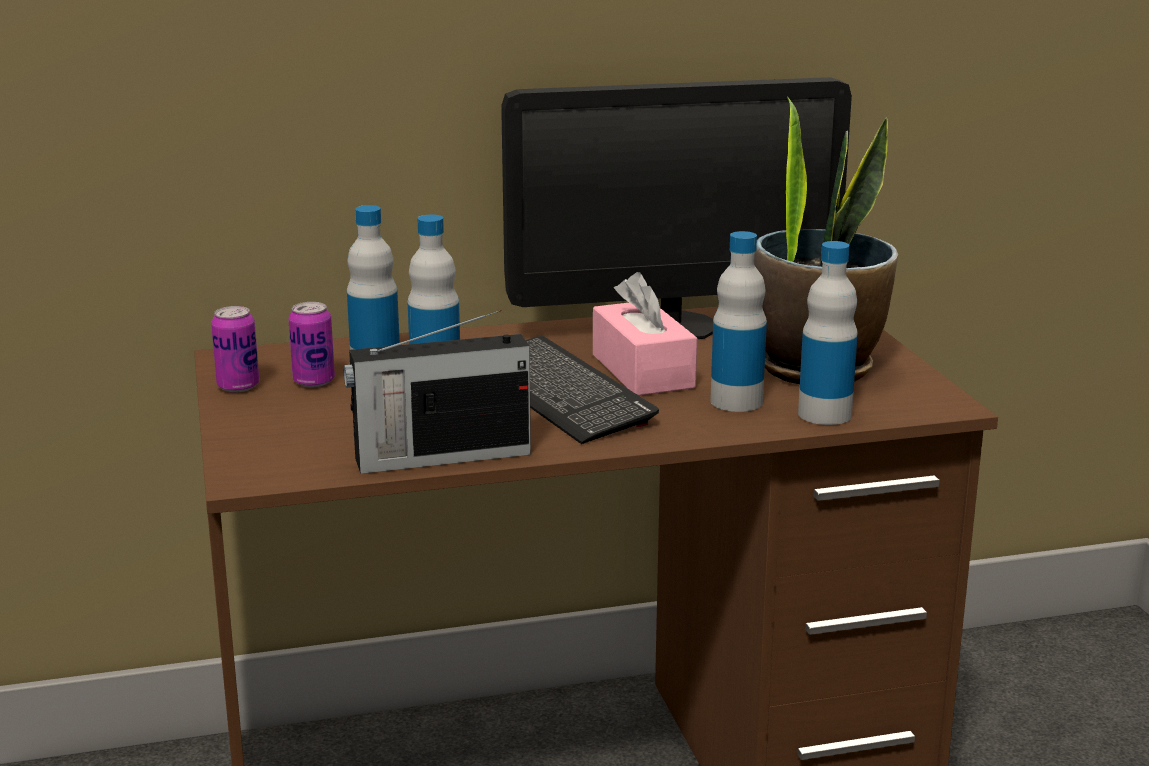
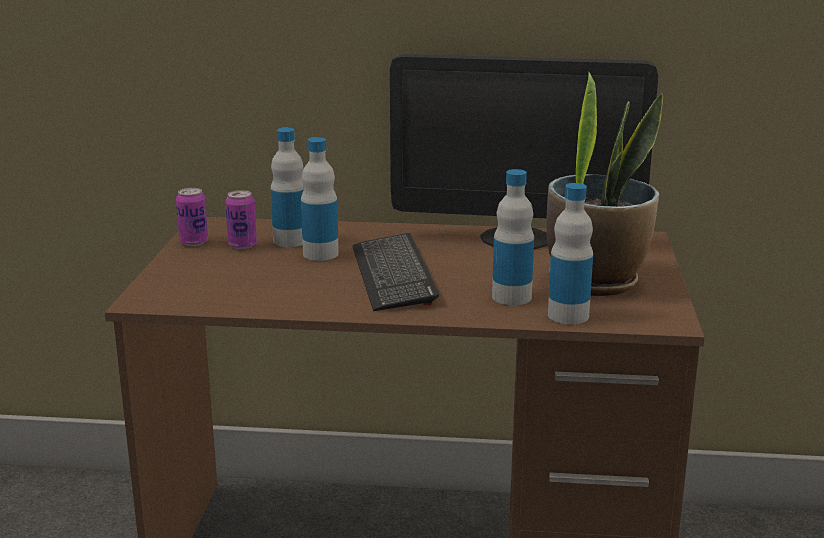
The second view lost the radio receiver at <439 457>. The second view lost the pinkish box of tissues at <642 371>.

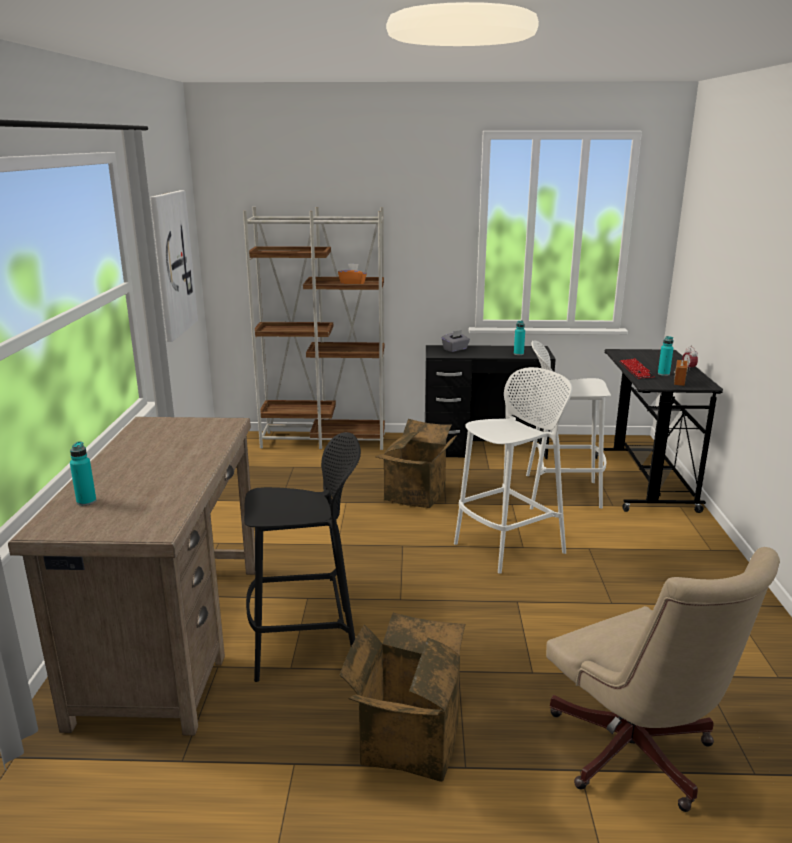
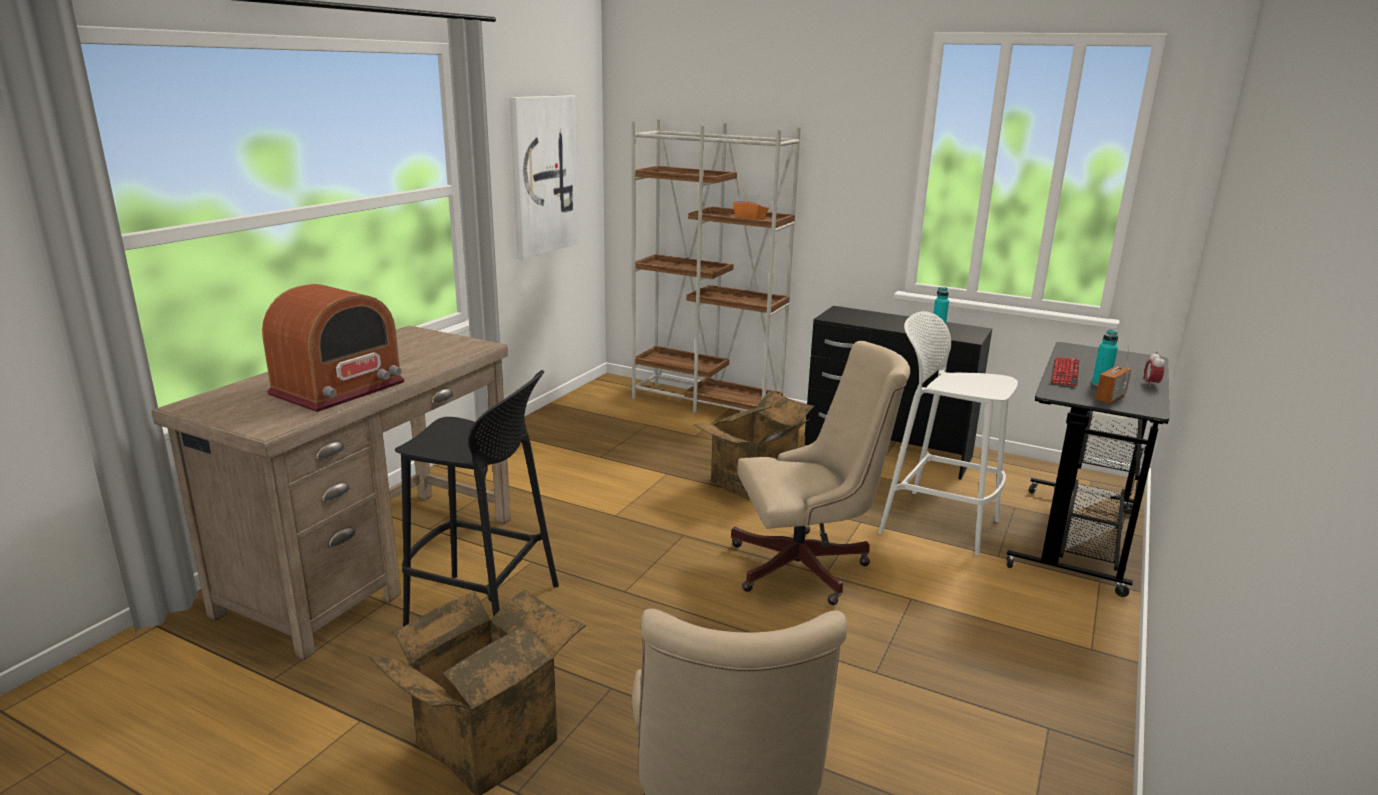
The second view lost the blue-green beverage bottle at <86 501>. The second view lost the grey box of tissues at <455 349>. Where the whitish stool seat stood at <508 545>, the beige-coloured office chair came to stand at <808 567>. The second view gained the radio receiver at <338 388>.

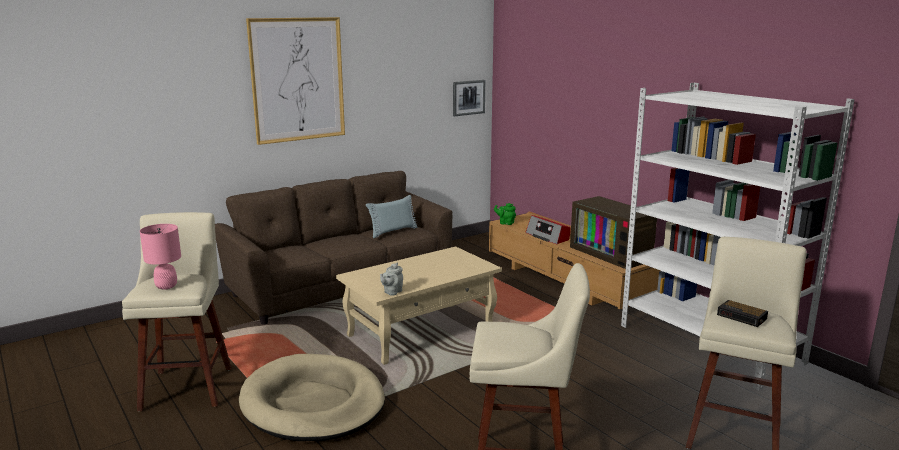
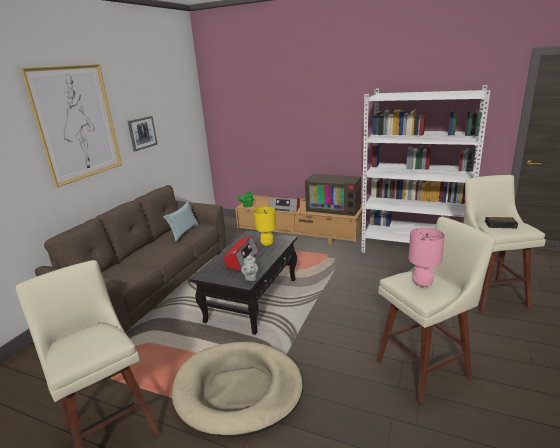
The pinkish lamp for a table ended up elsewhere, having gone from <165 287> to <421 284>. What was the beige-coloured coffee table at <421 332> turned into the black coffee table at <253 299>. The wall art ended up elsewhere, having gone from <468 97> to <142 133>. The second view gained the radio receiver at <242 259>. The second view gained the yellowish lamp for a table at <267 244>.

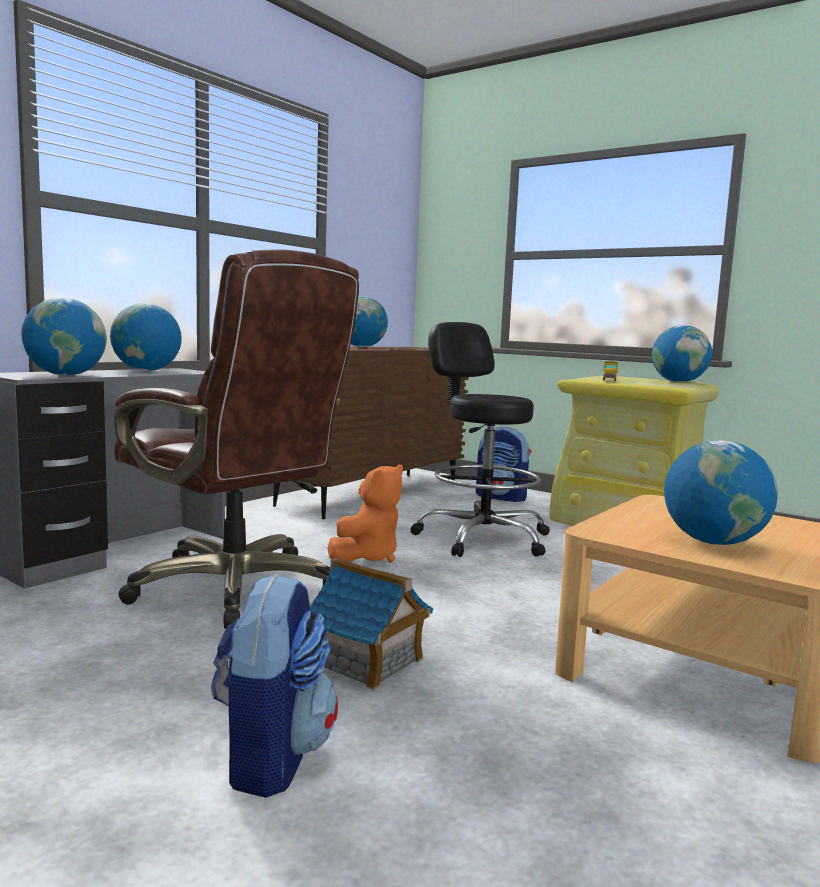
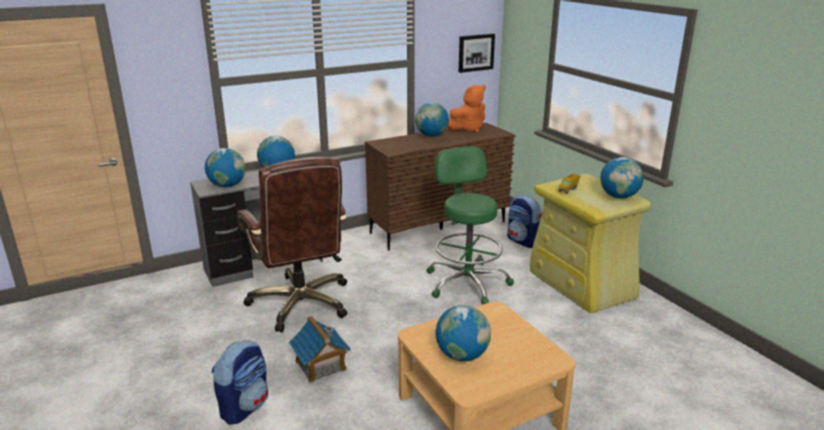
The orangey plush toy ended up elsewhere, having gone from <367 556> to <468 129>. What was the black stool seat at <481 537> turned into the green stool seat at <466 282>. The second view gained the wall art at <475 52>.

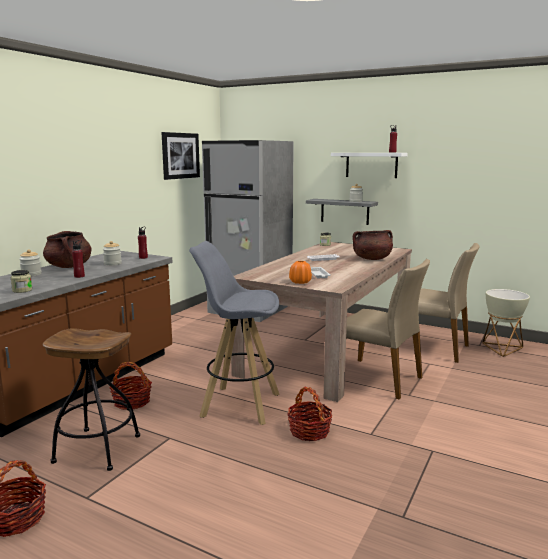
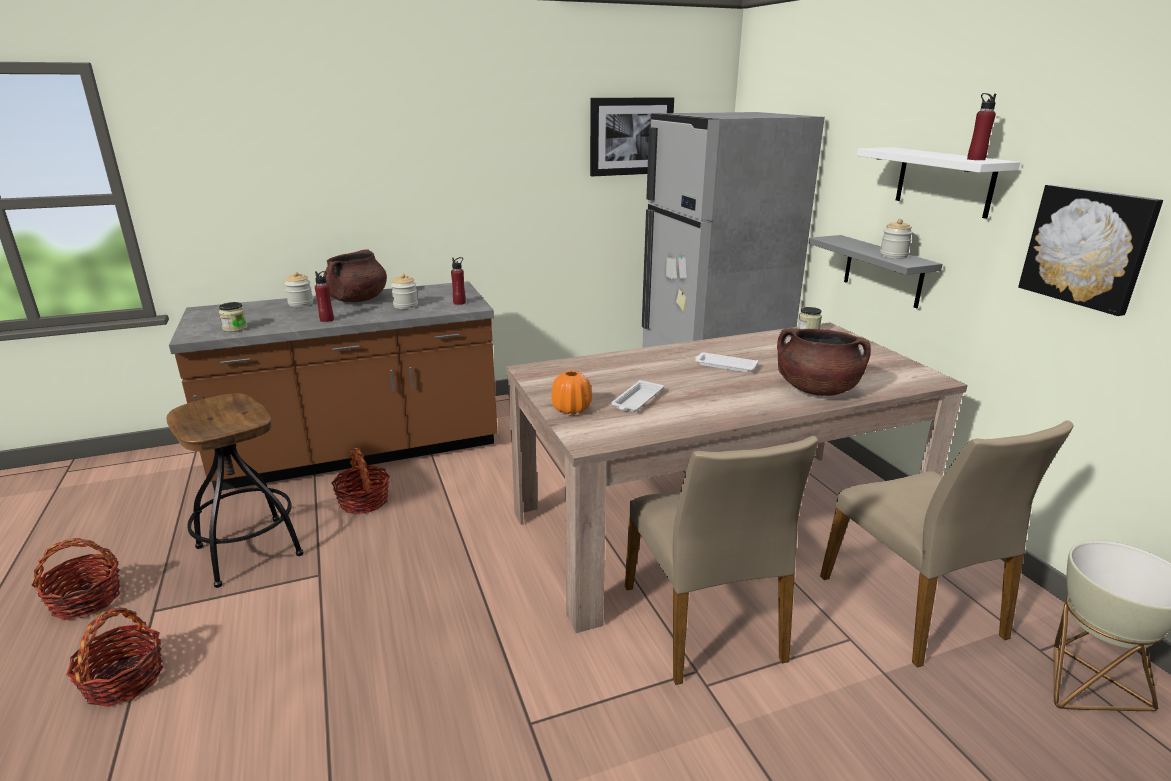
The second view lost the grey stool seat at <238 404>. The basket ended up elsewhere, having gone from <309 431> to <124 680>. The second view gained the wall art at <1088 247>.

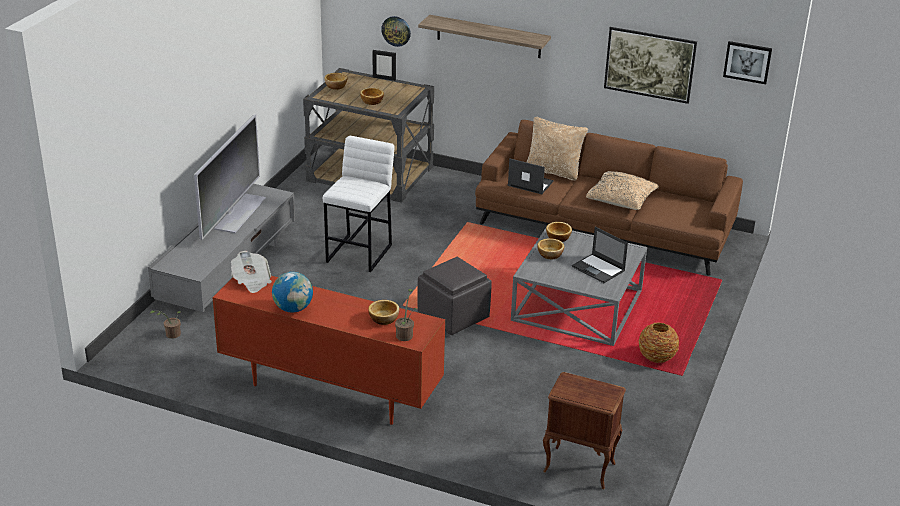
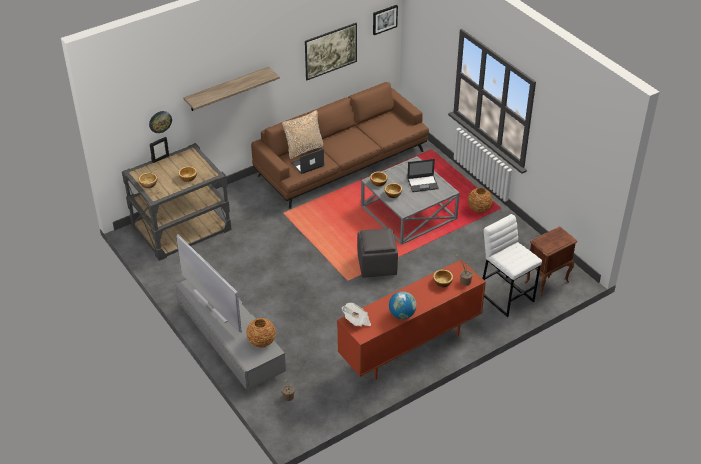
The whitish stool seat ended up elsewhere, having gone from <360 252> to <506 296>. The second view lost the beige-coloured pillow at <621 198>. The second view gained the vase at <261 341>.

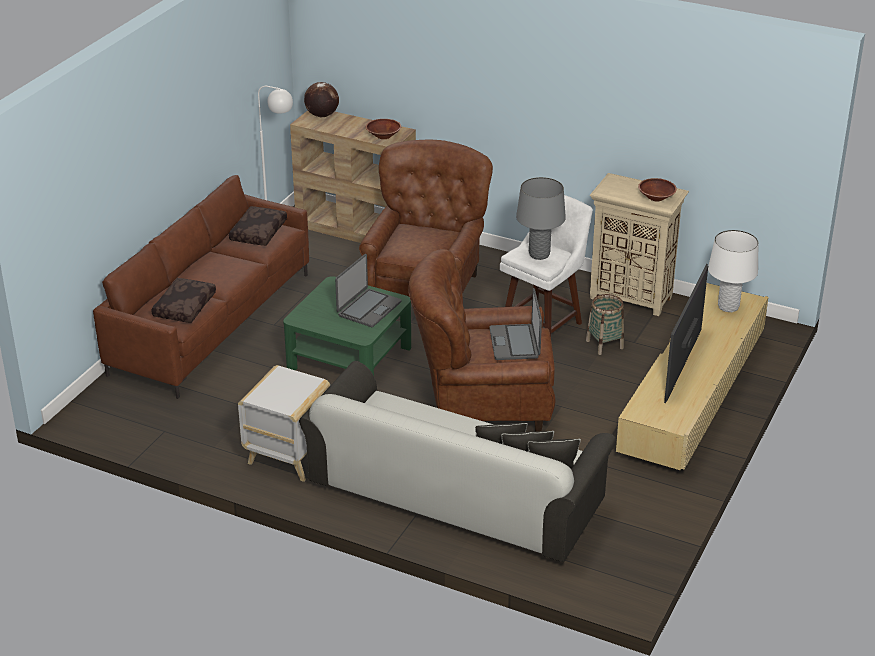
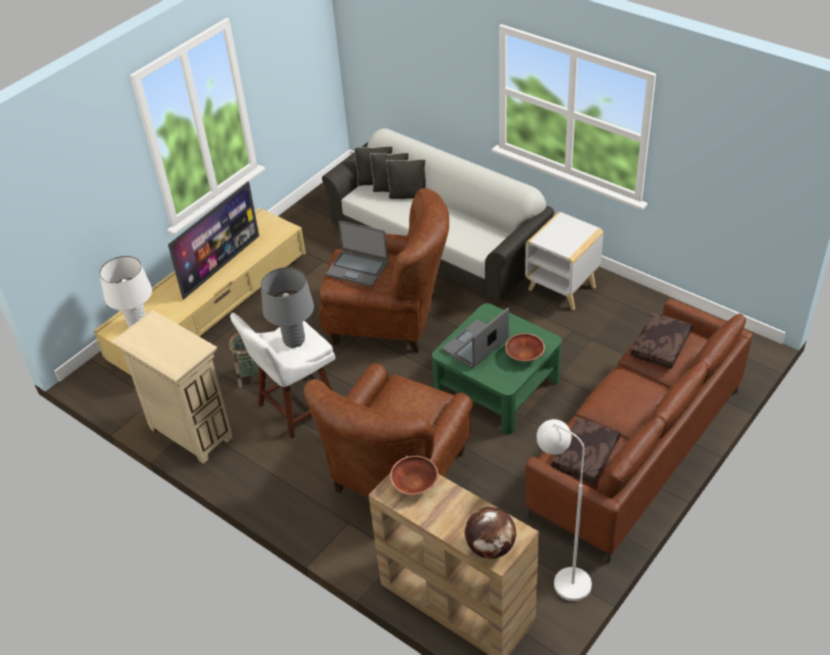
The laptop at <515 343> ended up facing another way, 105 degrees clockwise from before. The brown-coloured serving bowl ended up elsewhere, having gone from <656 197> to <525 355>.

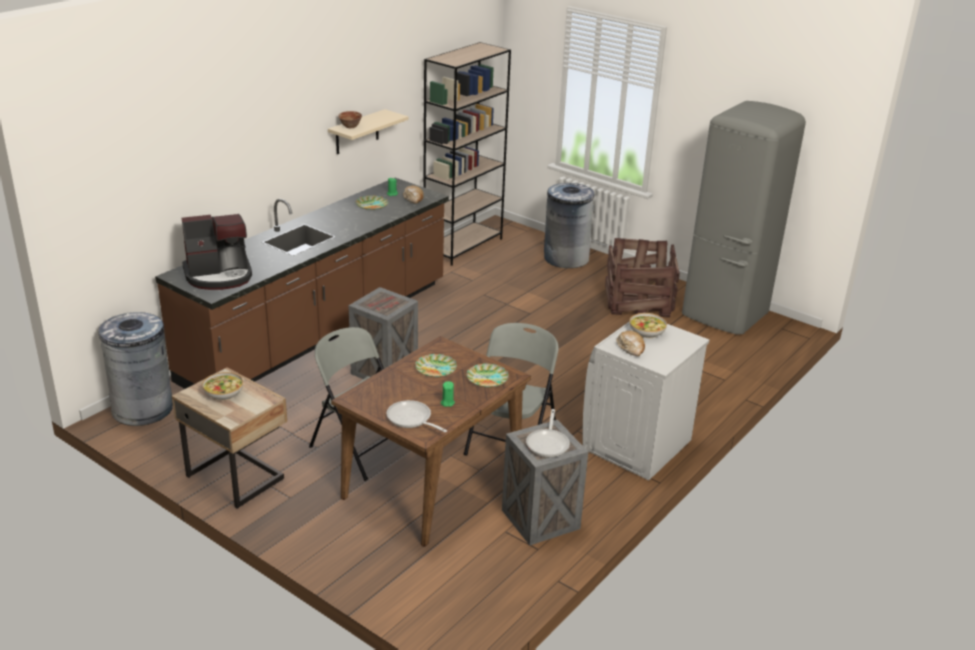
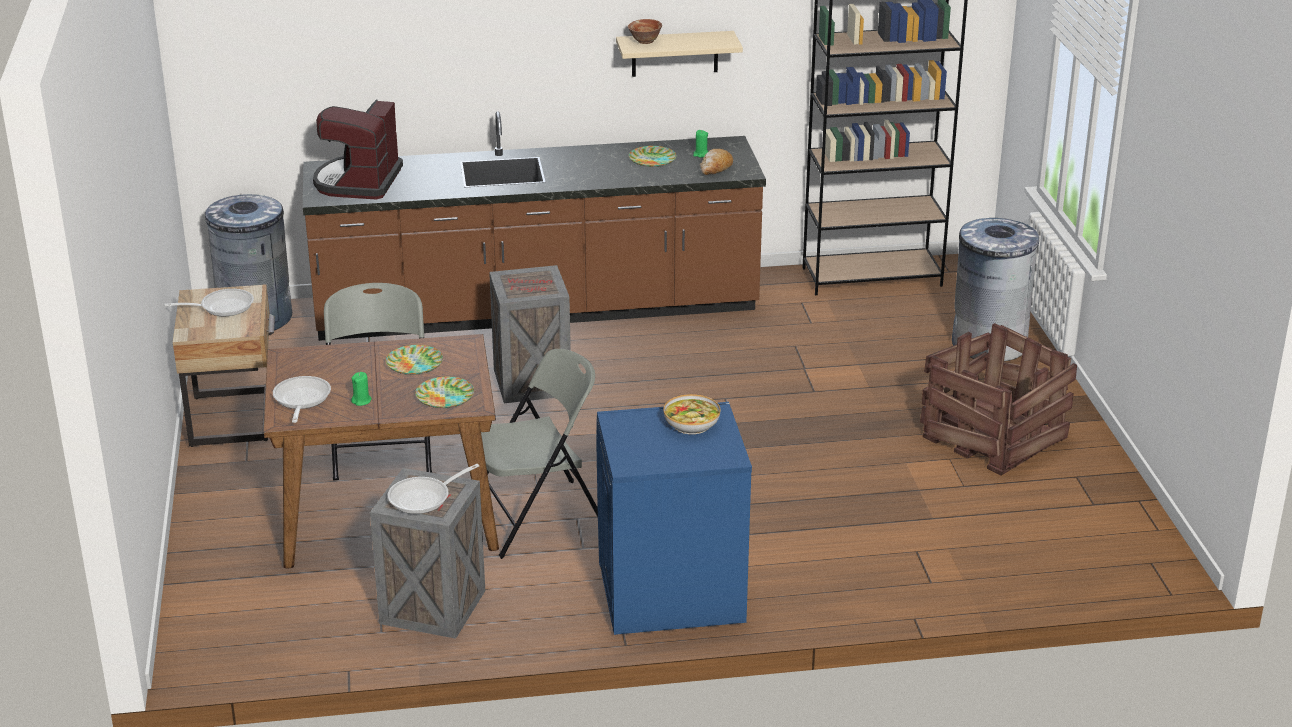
The coffee machine at <219 275> ended up facing another way, 75 degrees clockwise from before. Where the serving bowl stood at <223 393>, the frying pan came to stand at <222 307>. What was the whitish laundry machine at <636 446> turned into the bluish laundry machine at <670 594>. The second view lost the baked bread at <631 348>. The second view lost the grey kitchen fridge at <723 315>.

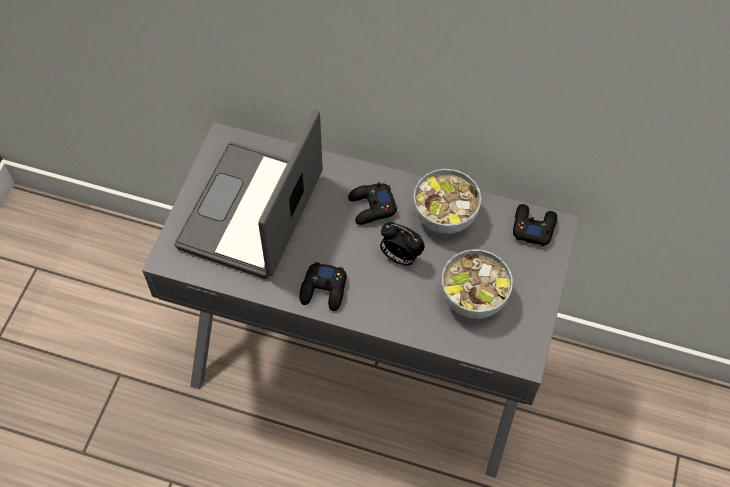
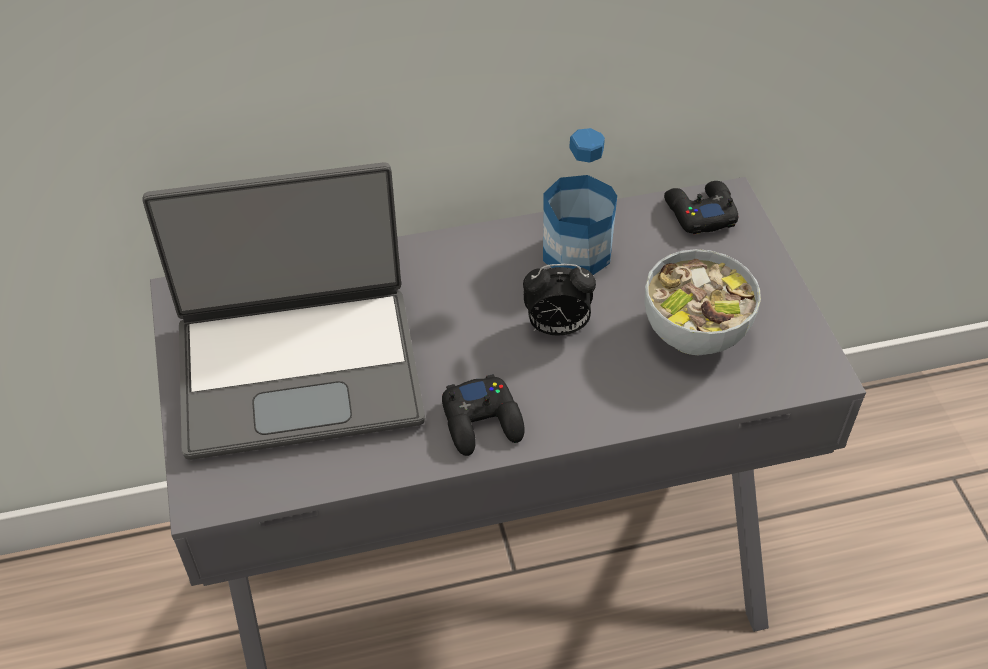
The laptop at <253 212> ended up facing another way, 90 degrees counterclockwise from before. The second view lost the black game controller at <371 207>. Where the serving bowl stood at <443 216>, the beverage bottle came to stand at <576 252>.

